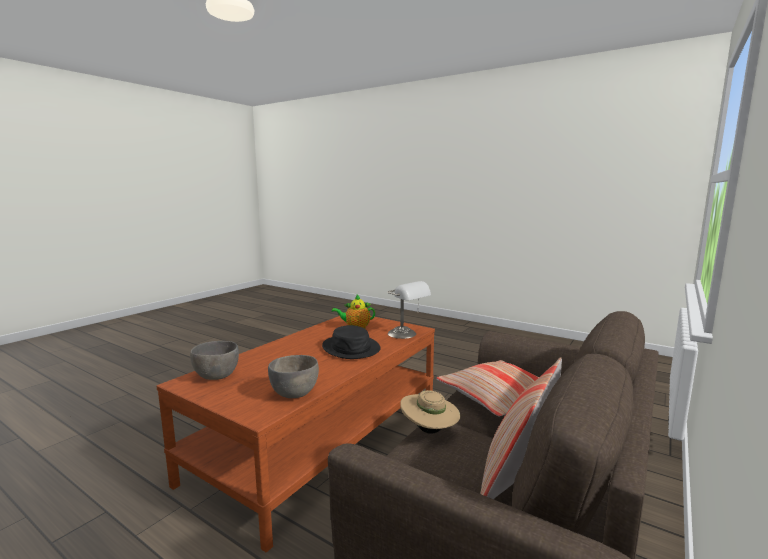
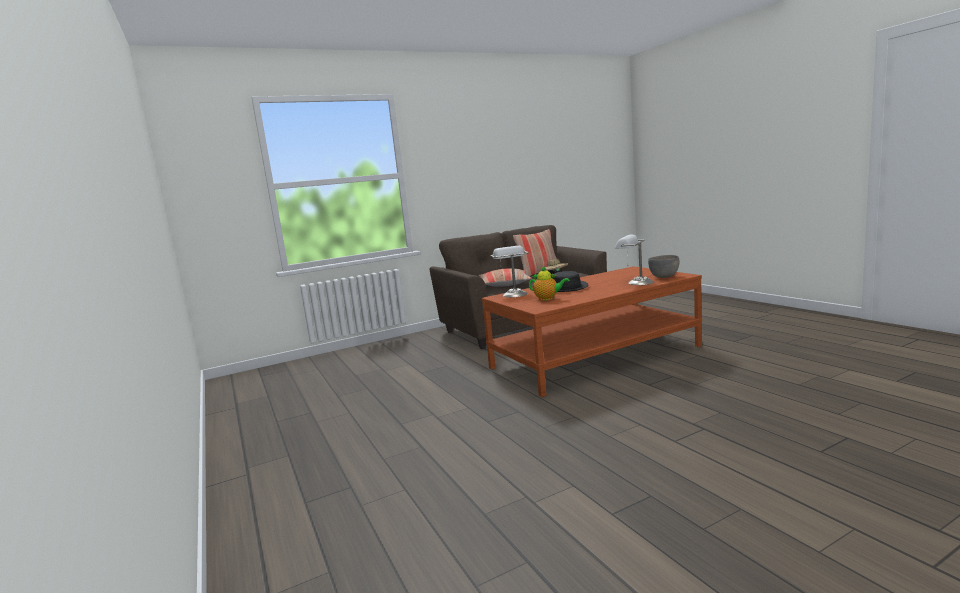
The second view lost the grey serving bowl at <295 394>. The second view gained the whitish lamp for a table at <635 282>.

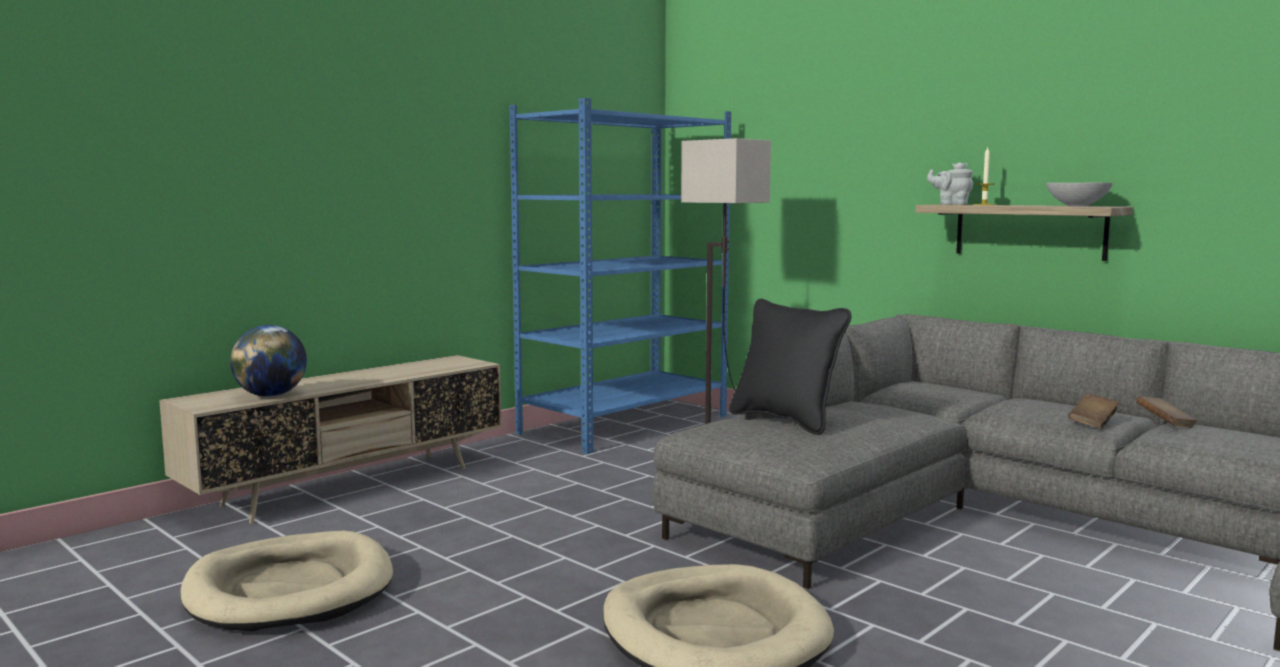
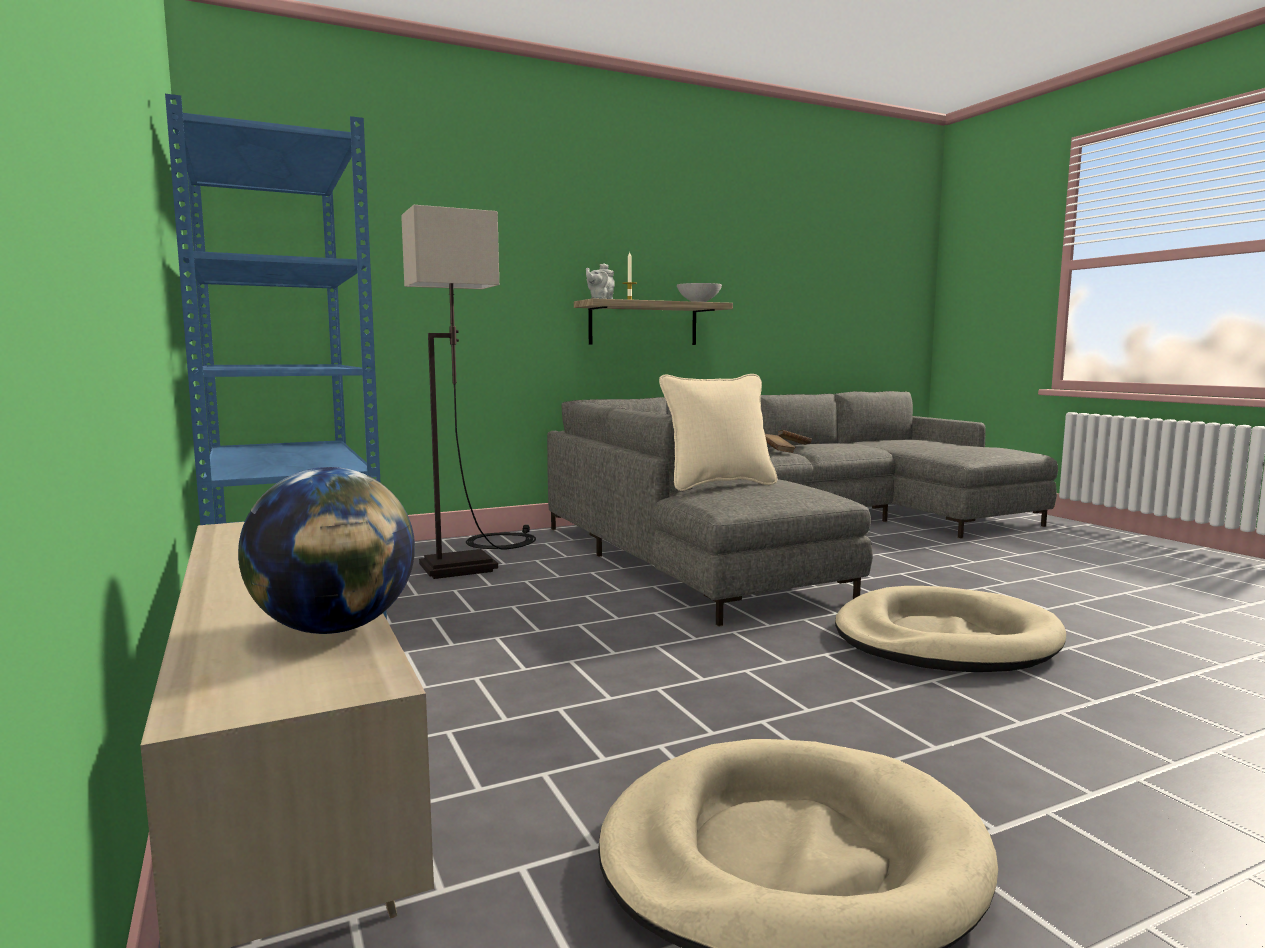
What was the black pillow at <786 420> turned into the beige-coloured pillow at <718 485>.

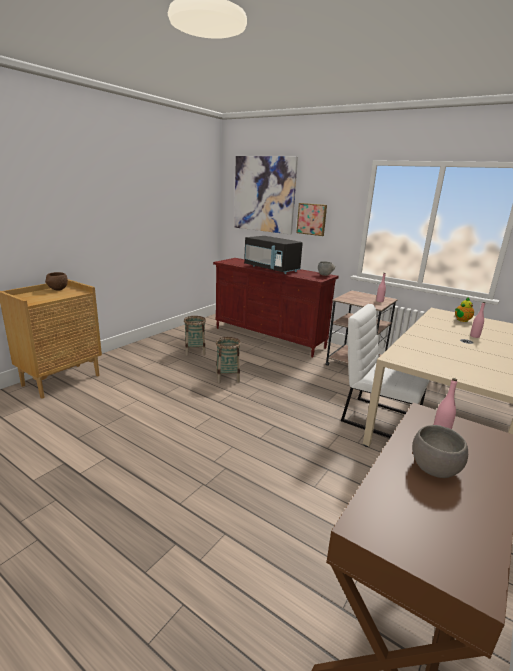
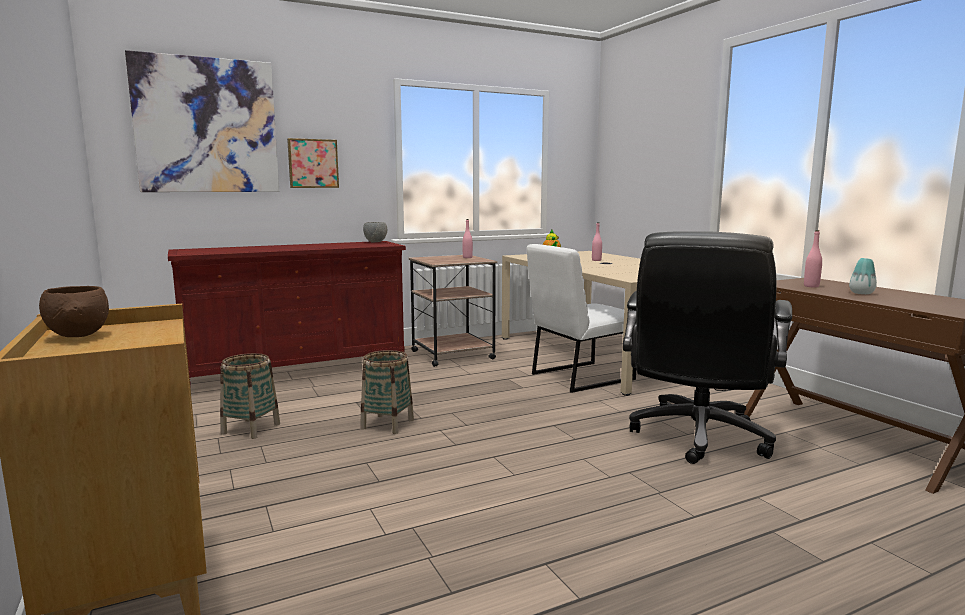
The second view lost the black microwave oven at <271 269>. Where the grey serving bowl stood at <434 467>, the vase came to stand at <861 293>. The second view gained the black office chair at <696 439>.

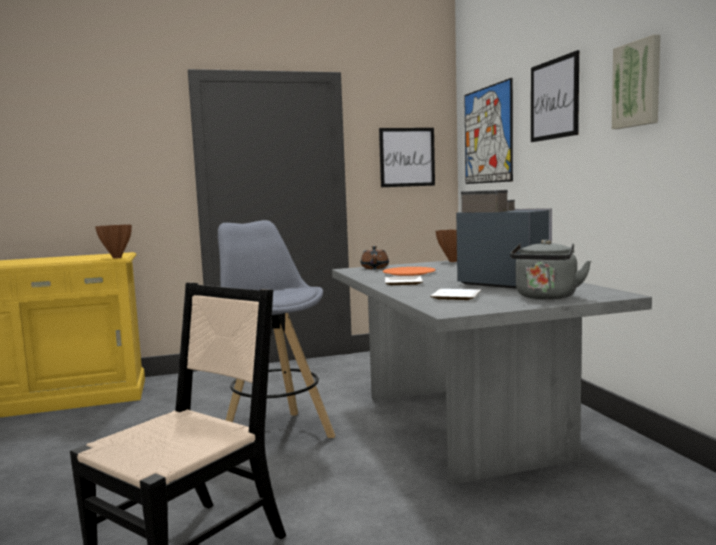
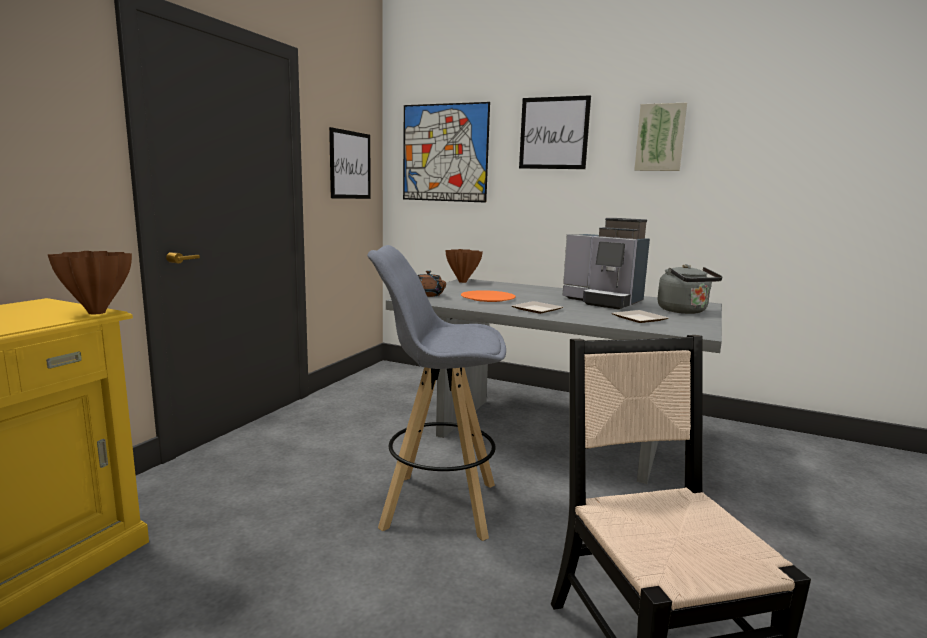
The coffee machine at <502 283> ended up facing another way, 135 degrees counterclockwise from before.

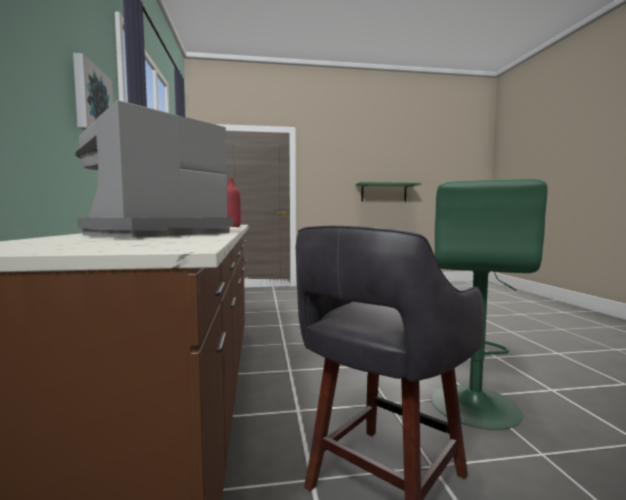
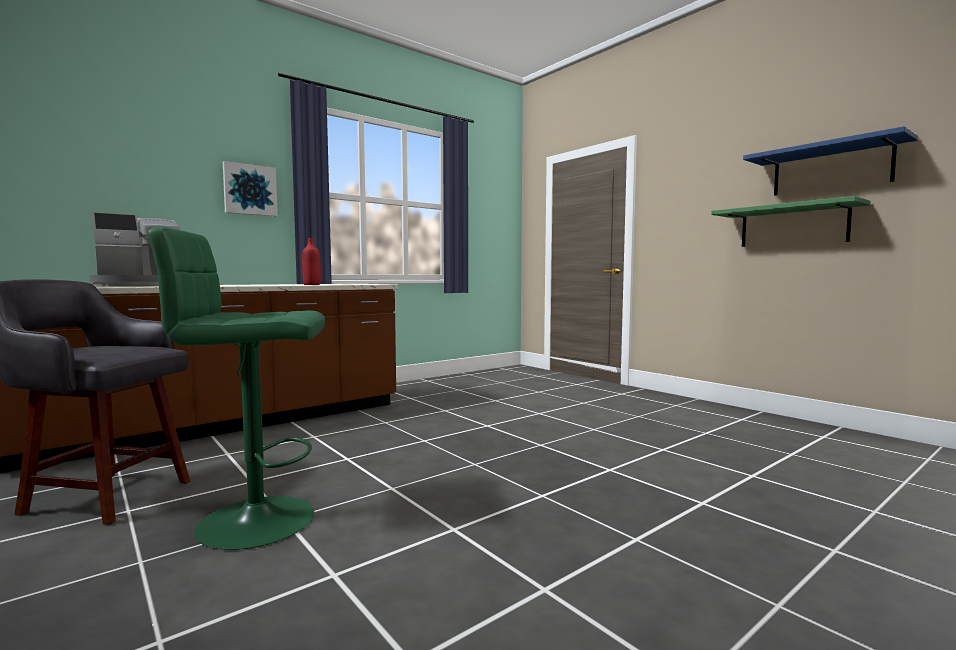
The coffee machine at <154 234> ended up facing another way, 135 degrees clockwise from before. The second view gained the bluish bracket shelf at <831 169>.

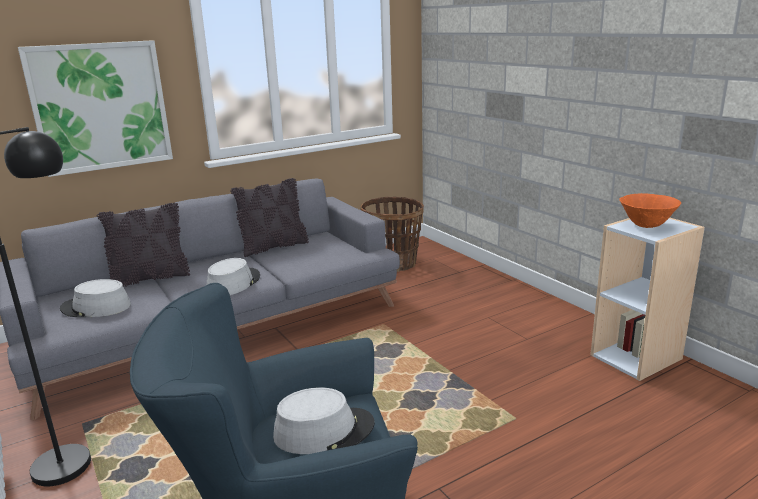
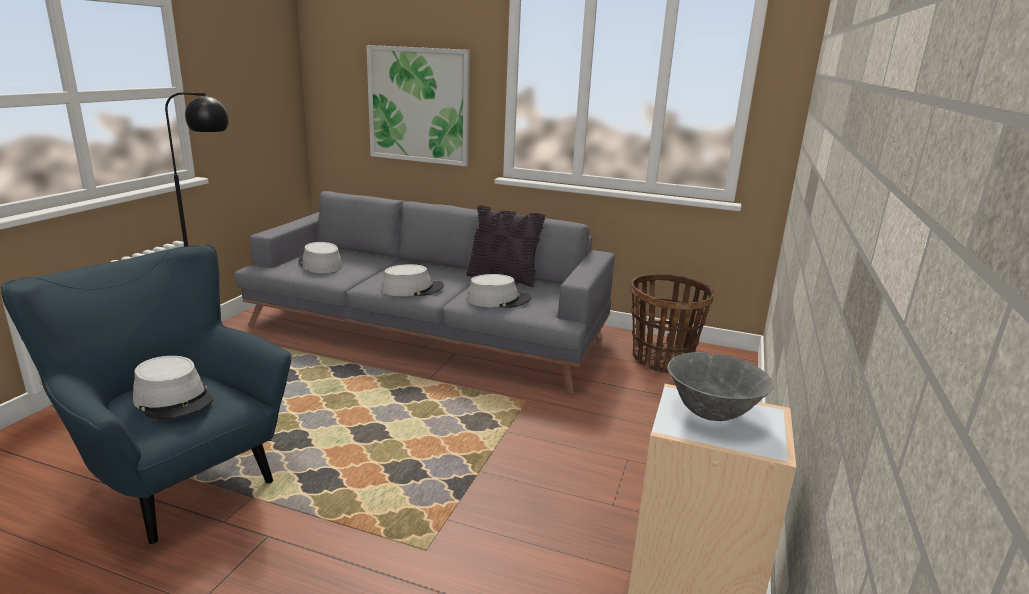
The second view lost the black pillow at <150 278>. What was the orangey serving bowl at <646 226> turned into the grey serving bowl at <711 414>. The second view gained the grey wearable hat at <498 300>.

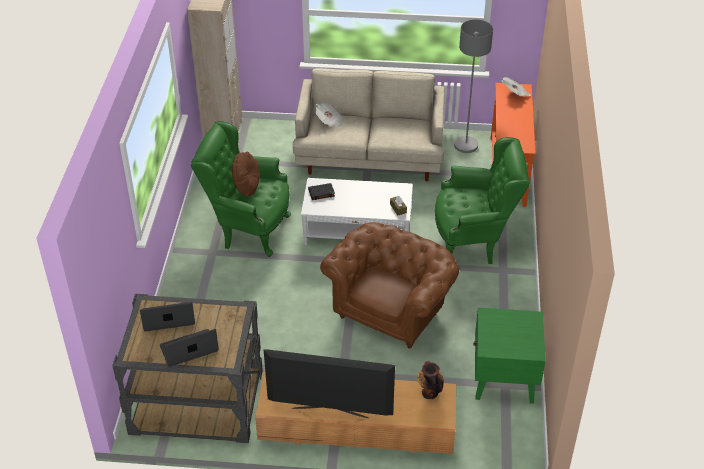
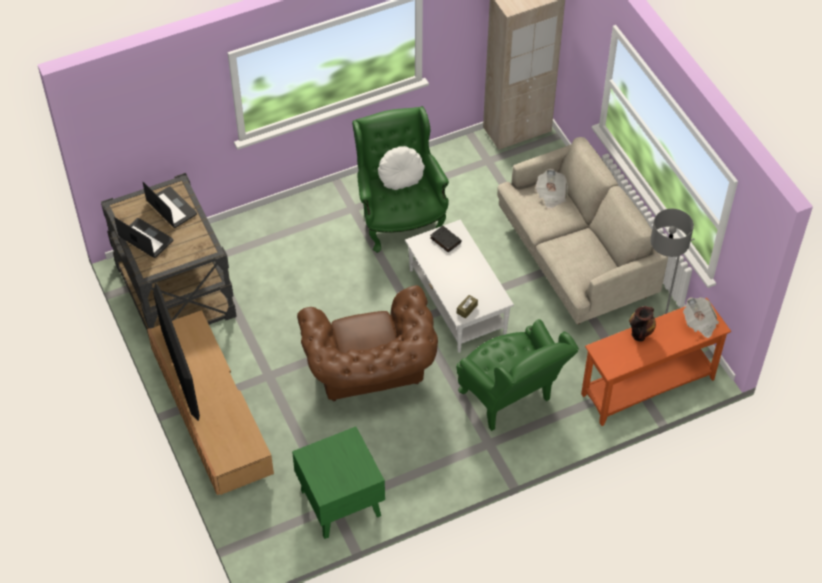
What was the brown-coloured pillow at <247 188> turned into the whitish pillow at <401 182>. The brown-coloured armchair at <392 310> ended up facing another way, 75 degrees clockwise from before. The vase ended up elsewhere, having gone from <429 392> to <640 334>.

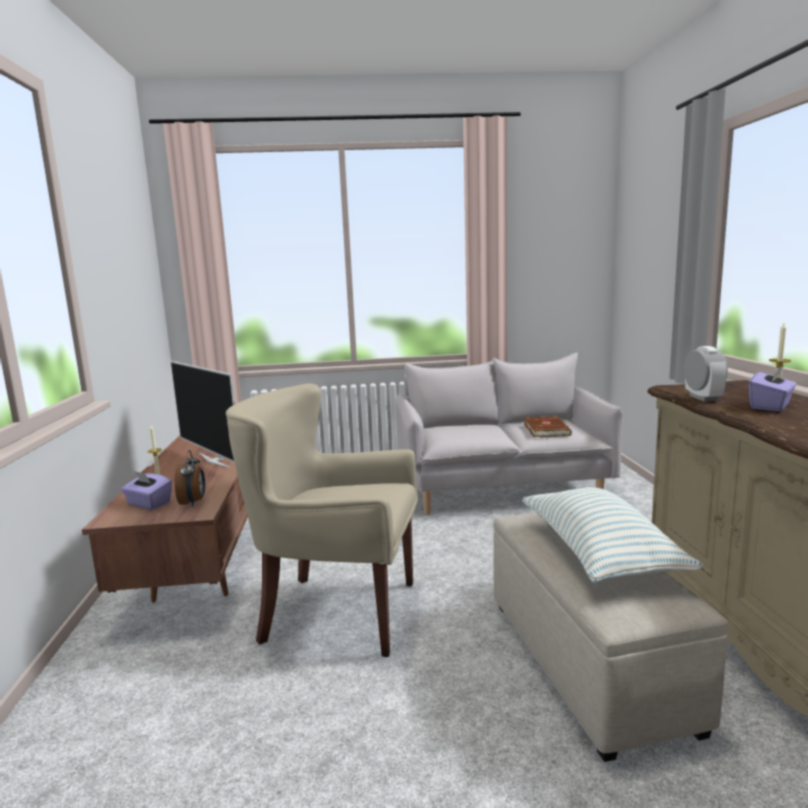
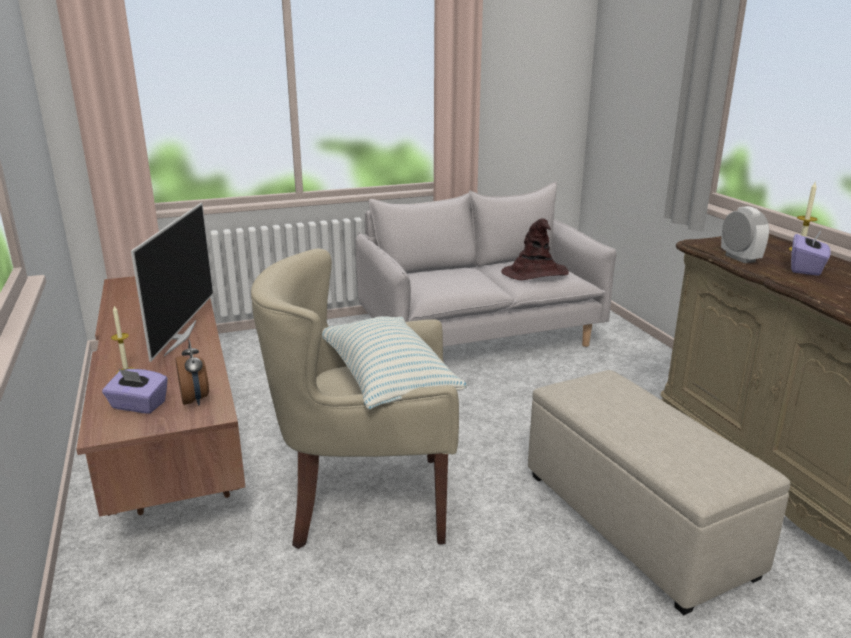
The TV at <215 460> ended up facing another way, 120 degrees counterclockwise from before. The pillow ended up elsewhere, having gone from <599 553> to <387 380>. Where the brown-coloured bound book stood at <547 429>, the brown-coloured wearable hat came to stand at <535 273>.

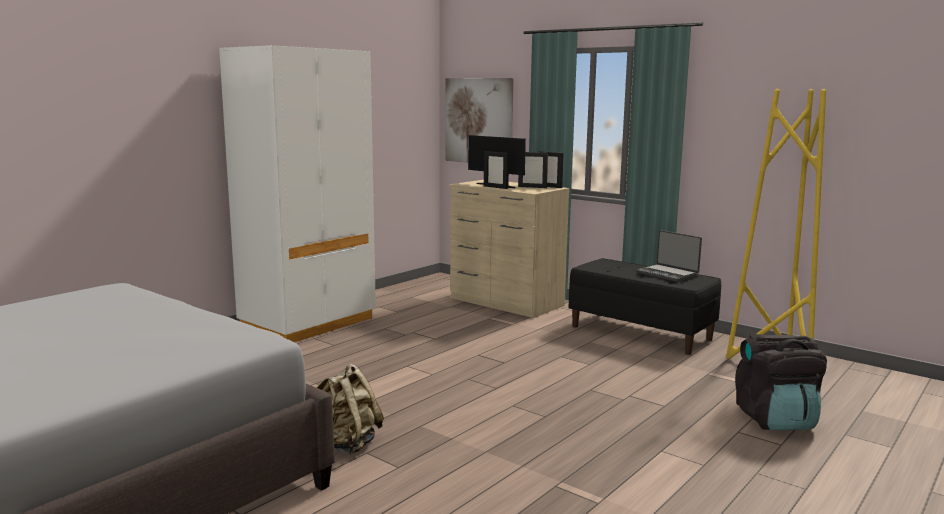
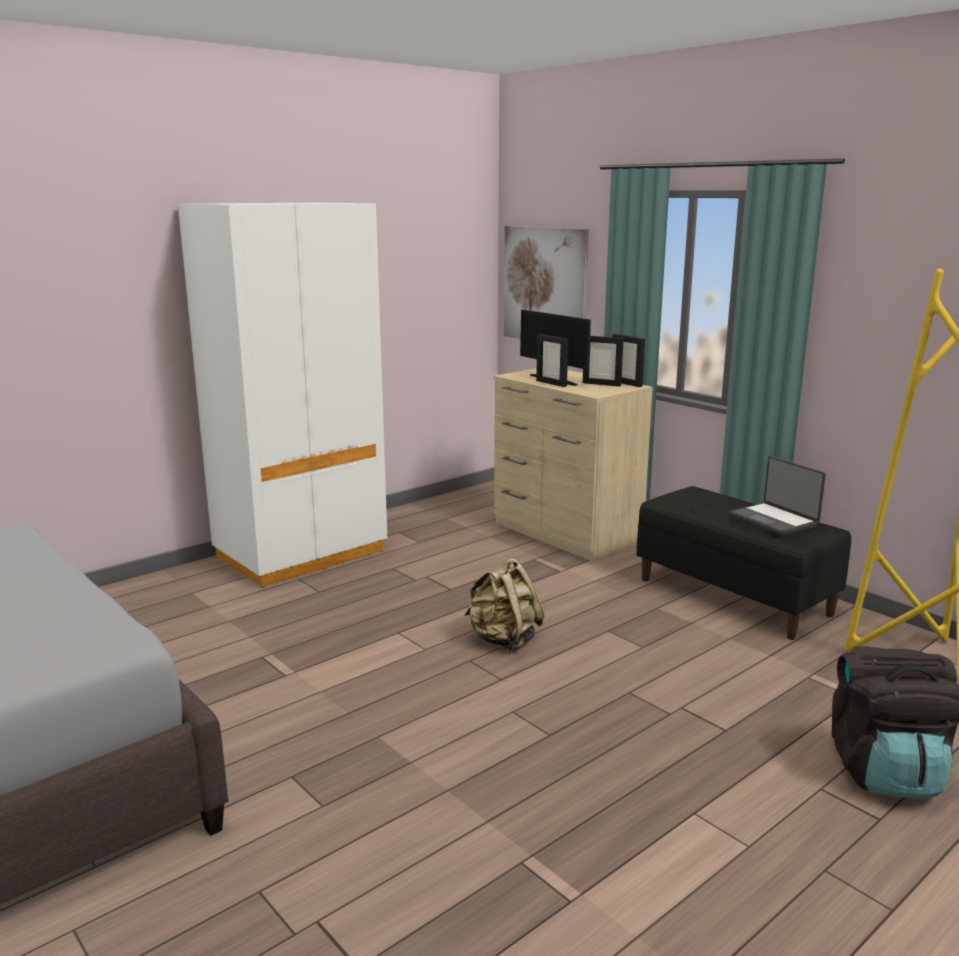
The beige-coloured rucksack ended up elsewhere, having gone from <345 444> to <503 640>.

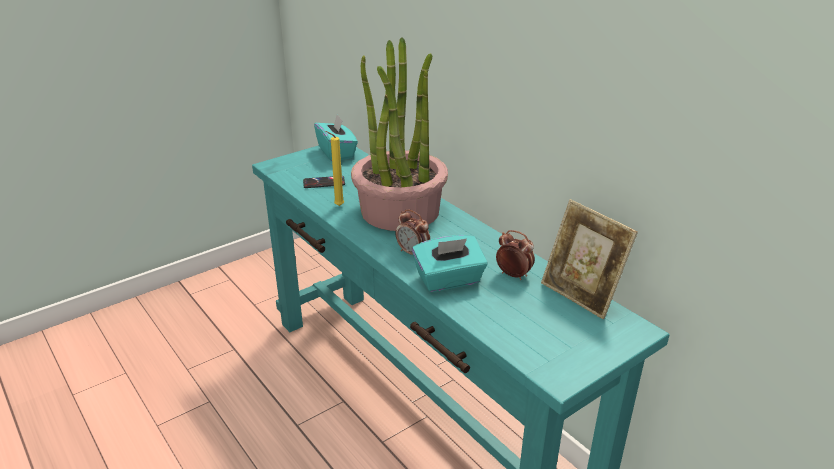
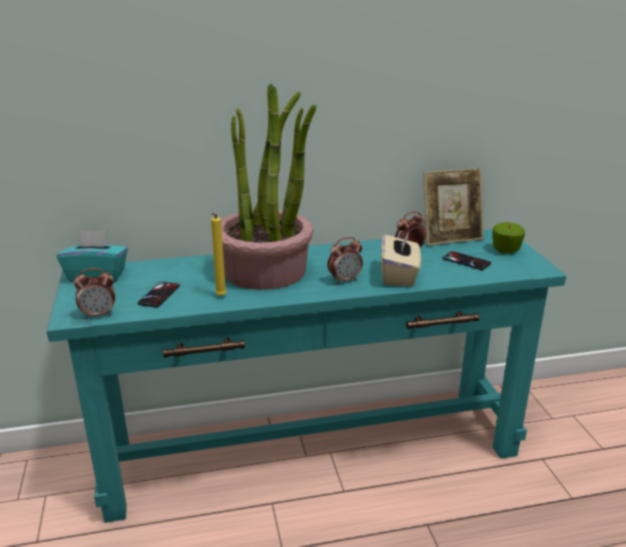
What was the blue-green box of tissues at <449 280> turned into the beige-coloured box of tissues at <399 276>. The second view gained the alarm clock at <98 315>. The second view gained the phone at <466 261>. The second view gained the whole apple at <506 250>.

